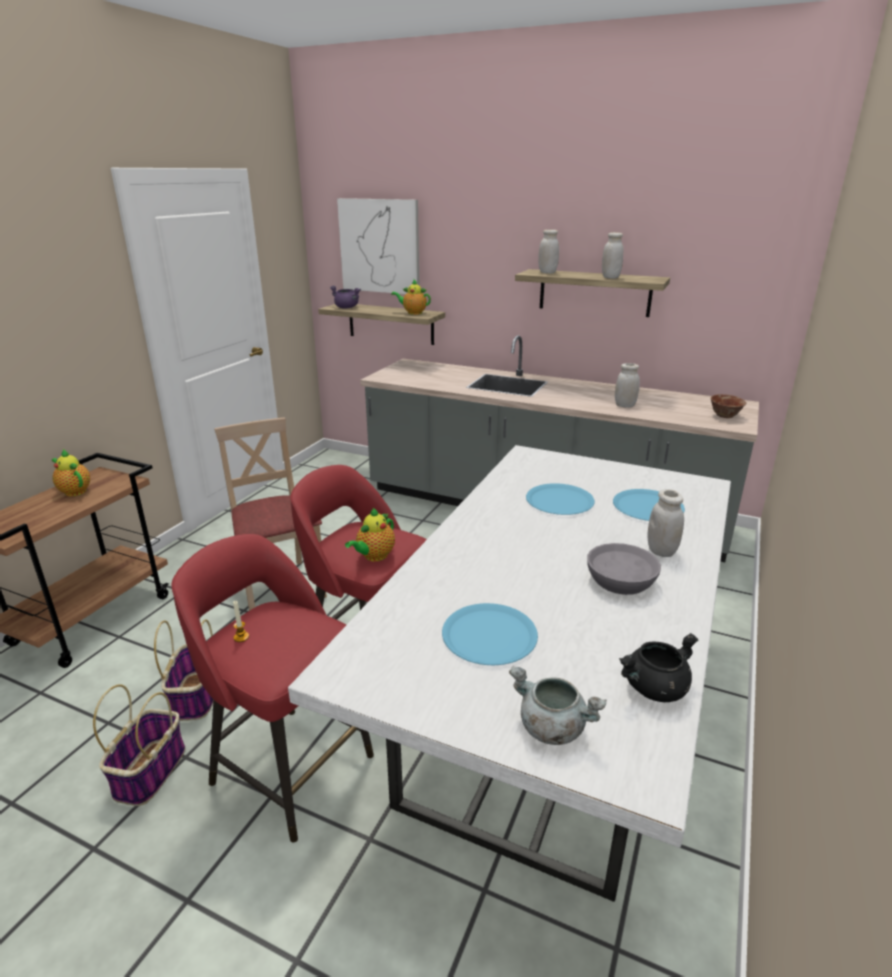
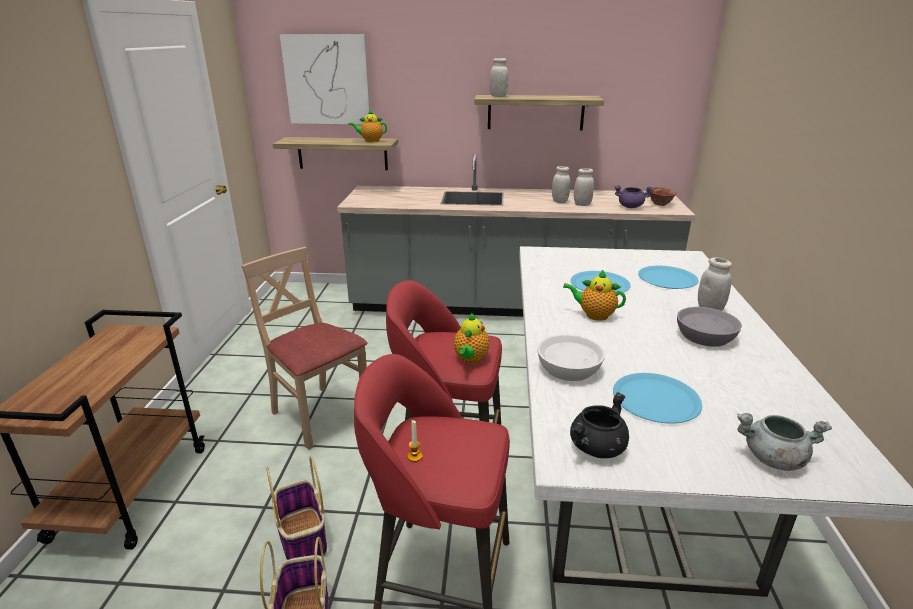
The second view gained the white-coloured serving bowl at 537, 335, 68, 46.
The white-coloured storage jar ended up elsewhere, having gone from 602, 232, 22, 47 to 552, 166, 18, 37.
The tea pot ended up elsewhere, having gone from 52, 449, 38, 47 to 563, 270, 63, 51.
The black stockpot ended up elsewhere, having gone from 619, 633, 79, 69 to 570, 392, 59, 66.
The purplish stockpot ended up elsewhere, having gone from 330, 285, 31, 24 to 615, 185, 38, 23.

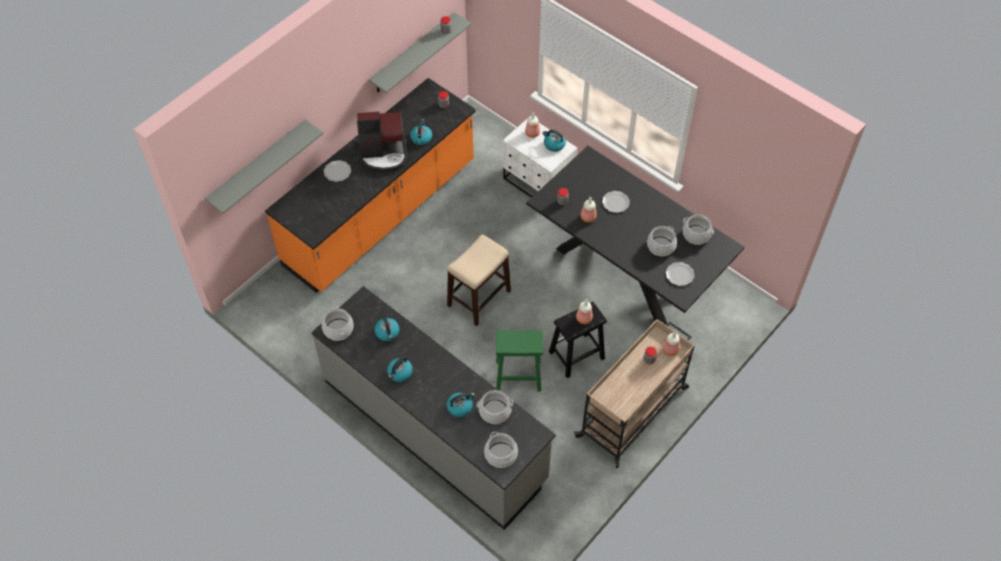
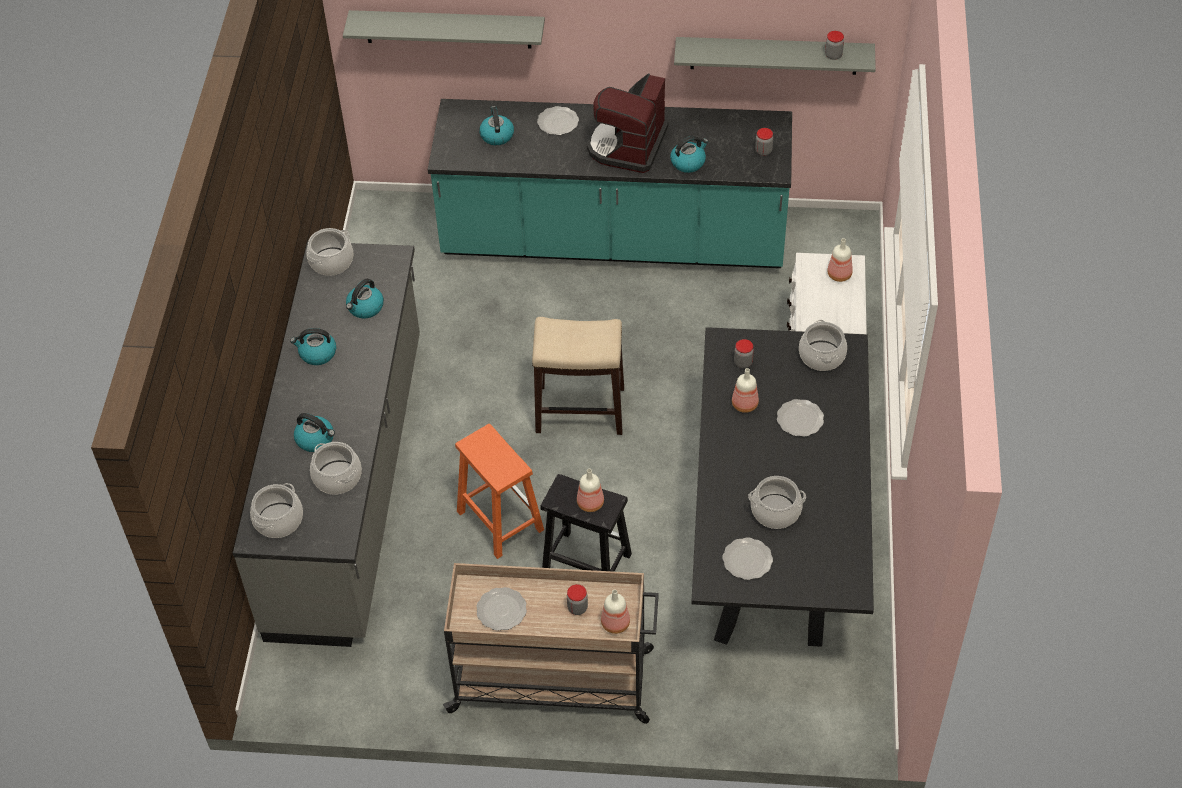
What was the orange-coloured counter at 265, 78, 211, 215 turned into the turquoise counter at 428, 99, 364, 169.
What was the greenish stool seat at 496, 330, 47, 61 turned into the orange-coloured stool seat at 455, 424, 89, 135.
The second view gained the dinner plate at 476, 587, 51, 44.
The water kettle ended up elsewhere, having gone from 542, 130, 24, 22 to 479, 106, 35, 39.
The coffee machine at 357, 112, 50, 60 ended up facing another way, 60 degrees clockwise from before.
The stockpot ended up elsewhere, having gone from 683, 214, 31, 31 to 799, 320, 48, 51.

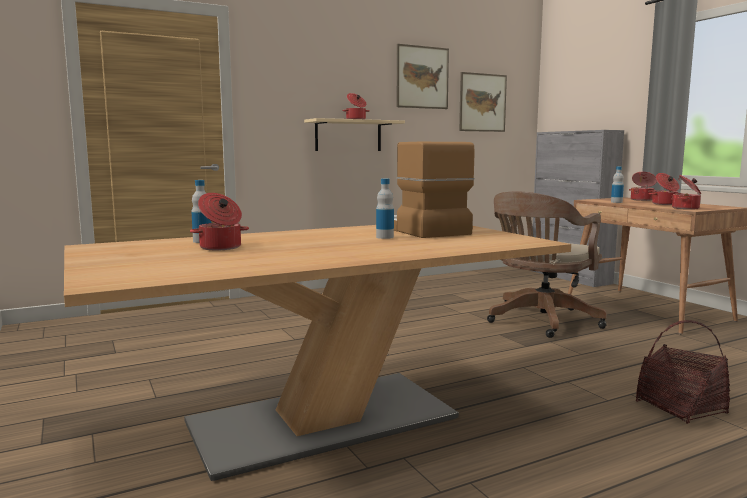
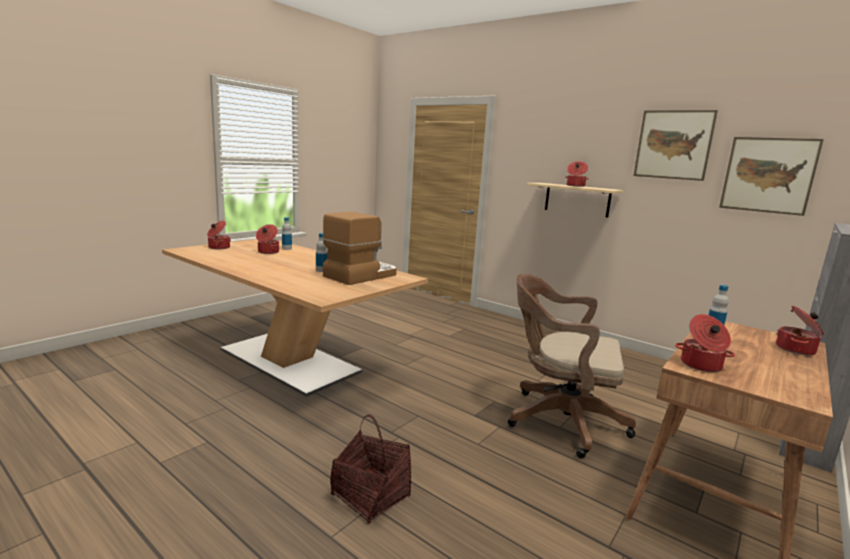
The stockpot ended up elsewhere, having gone from 648, 173, 34, 32 to 207, 221, 24, 28.

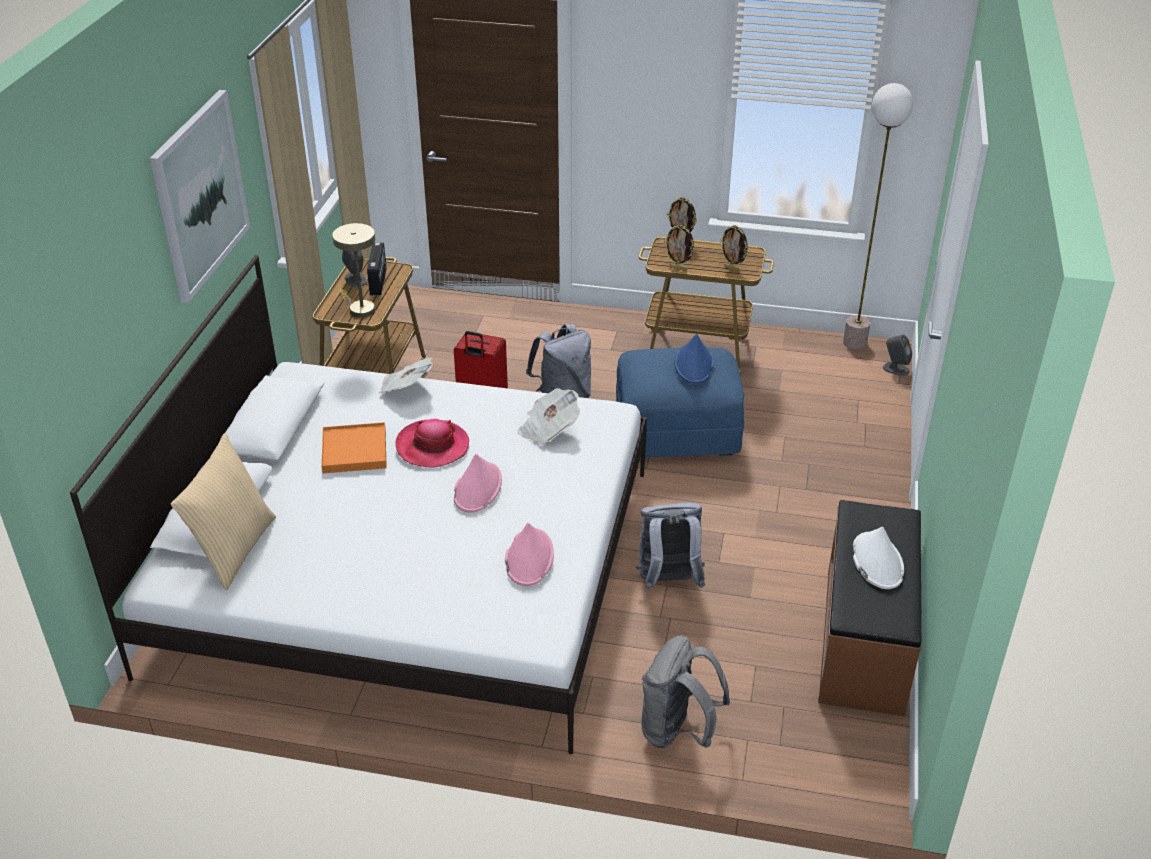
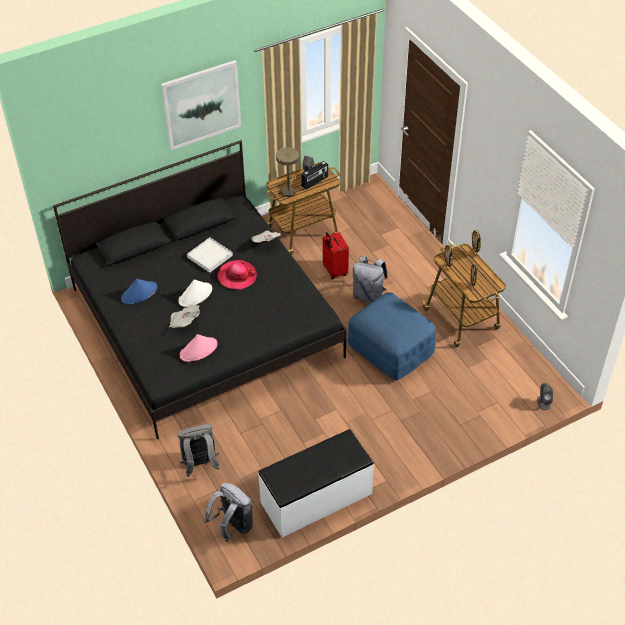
What was the white-coloured bed at 70, 255, 577, 499 turned into the black bed at 53, 140, 294, 299.
The blue-coloured hat ended up elsewhere, having gone from 674, 334, 40, 50 to 121, 279, 37, 26.
The newspaper ended up elsewhere, having gone from 517, 388, 63, 57 to 169, 305, 31, 23.
The white-coloured hat ended up elsewhere, having gone from 853, 527, 51, 62 to 178, 279, 34, 28.
What was the orange-coloured tray at 321, 422, 66, 51 turned into the white-coloured tray at 187, 237, 46, 36.
The gray backpack ended up elsewhere, having gone from 635, 503, 70, 88 to 205, 483, 48, 59.
What was the brown indoor bench at 818, 500, 103, 216 turned into the white-coloured indoor bench at 258, 429, 116, 108.
The second view lost the beige cushion at 171, 433, 105, 157.
The second view lost the pinkish hat at 454, 454, 48, 58.
The second view lost the floor lamp at 843, 83, 70, 267.

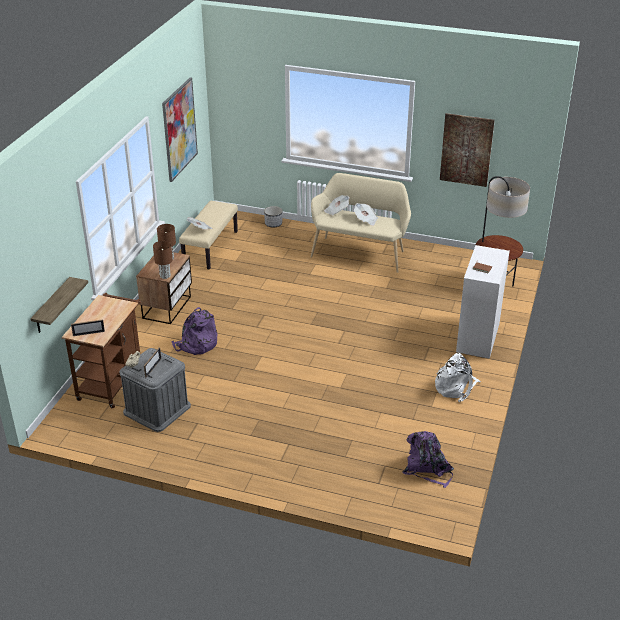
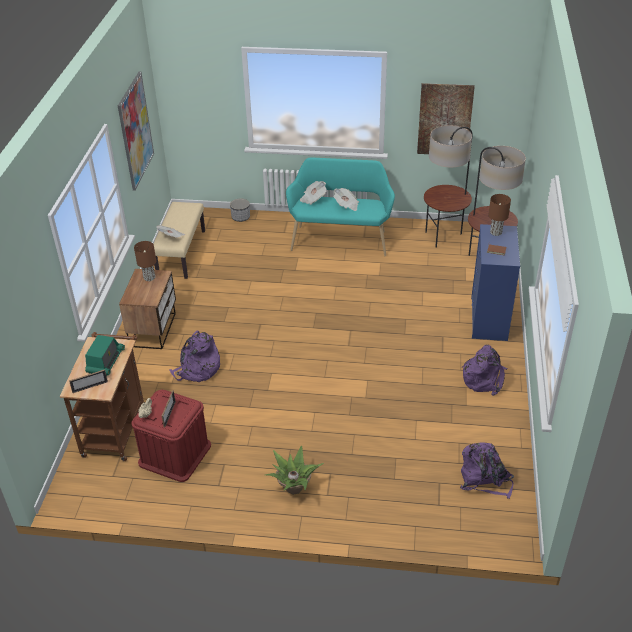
The second view gained the radio set at 85, 335, 40, 41.
What was the gray storage box at 120, 348, 71, 84 turned into the reddish storage box at 131, 390, 80, 92.
The second view gained the plant in a pot at 265, 446, 59, 49.
What was the beige indoor bench at 310, 173, 101, 100 turned into the turquoise indoor bench at 286, 158, 109, 98.
The second view gained the floor lamp at 424, 125, 49, 123.
What was the white-coloured backpack at 435, 353, 46, 49 turned into the purplish backpack at 462, 345, 46, 51.
What was the white-coloured dresser at 456, 245, 54, 114 turned into the blue-coloured dresser at 471, 224, 49, 117.
The brown tabletop lamp ended up elsewhere, having gone from 153, 241, 20, 38 to 488, 194, 23, 42.
The second view lost the wall shelf at 30, 277, 58, 56.

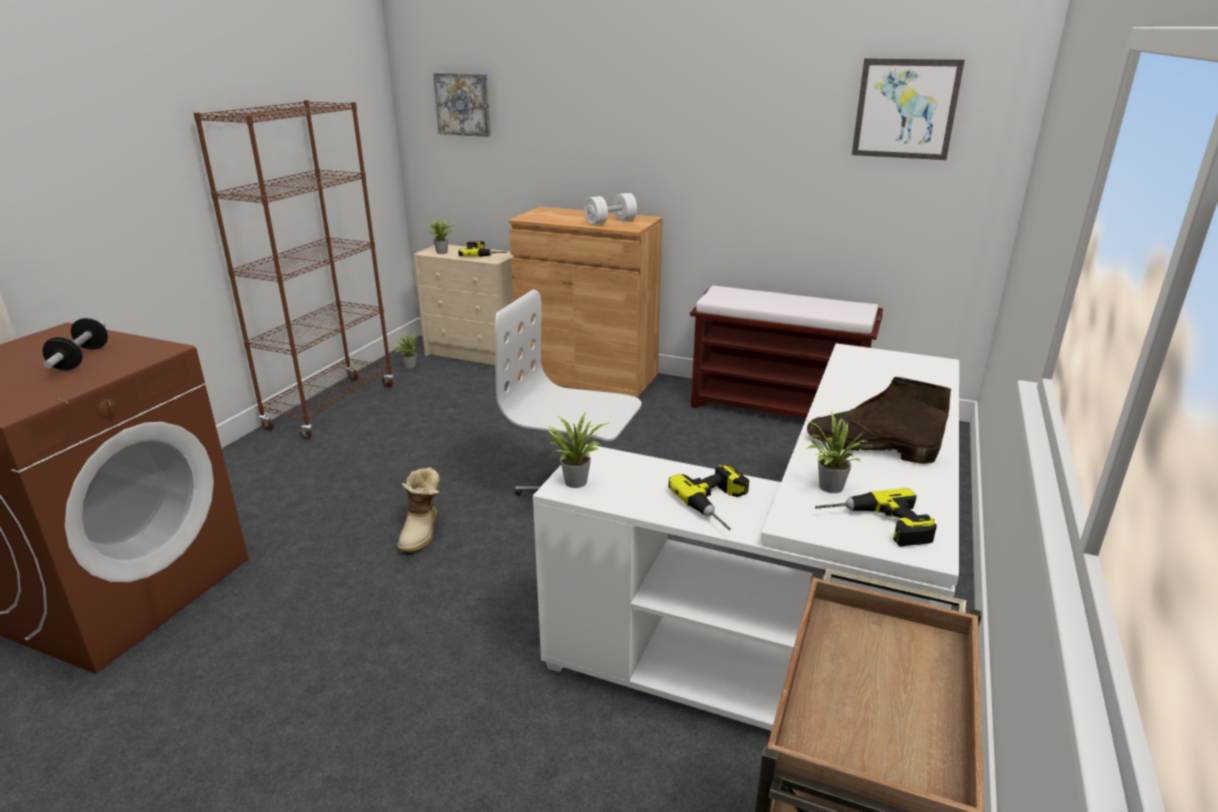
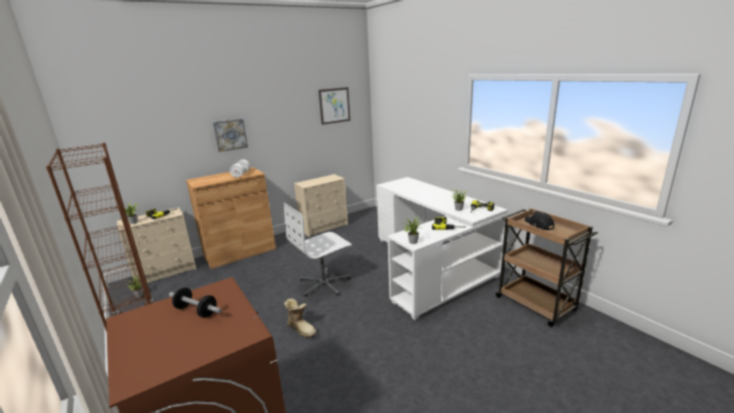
The wall picture ended up elsewhere, having gone from 433, 73, 58, 64 to 213, 118, 35, 34.
Where the brown indoor bench stood at 690, 286, 193, 133, the beige dresser came to stand at 294, 174, 54, 63.
The second view gained the black peaked cap at 525, 211, 29, 19.
The second view lost the brown high-top boot at 807, 377, 144, 87.

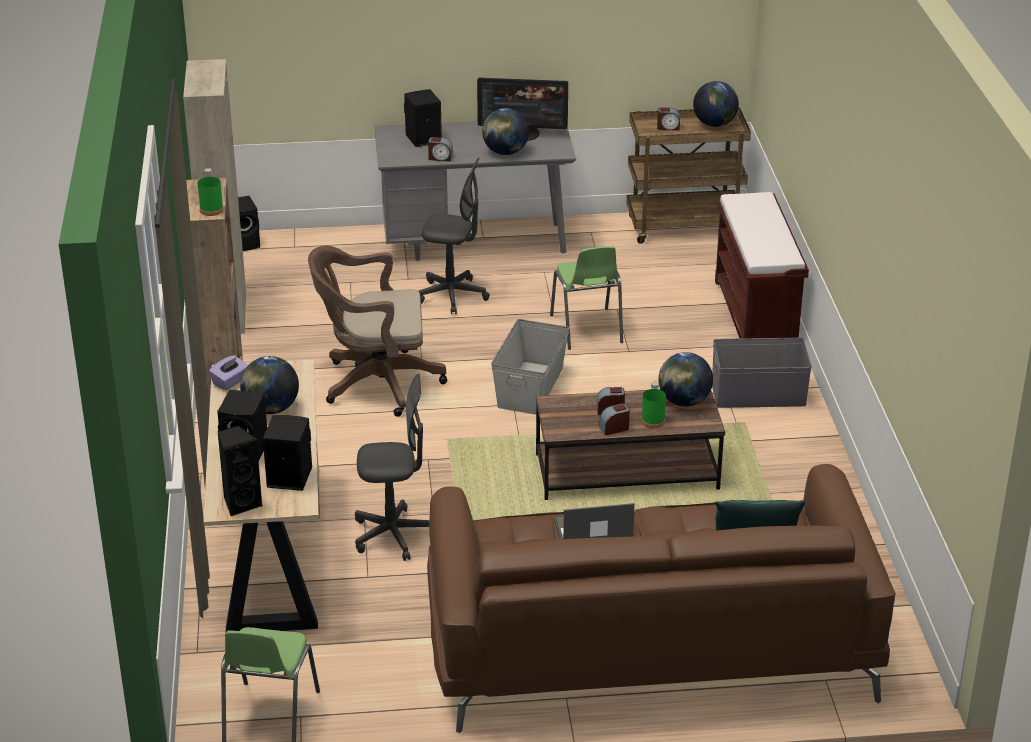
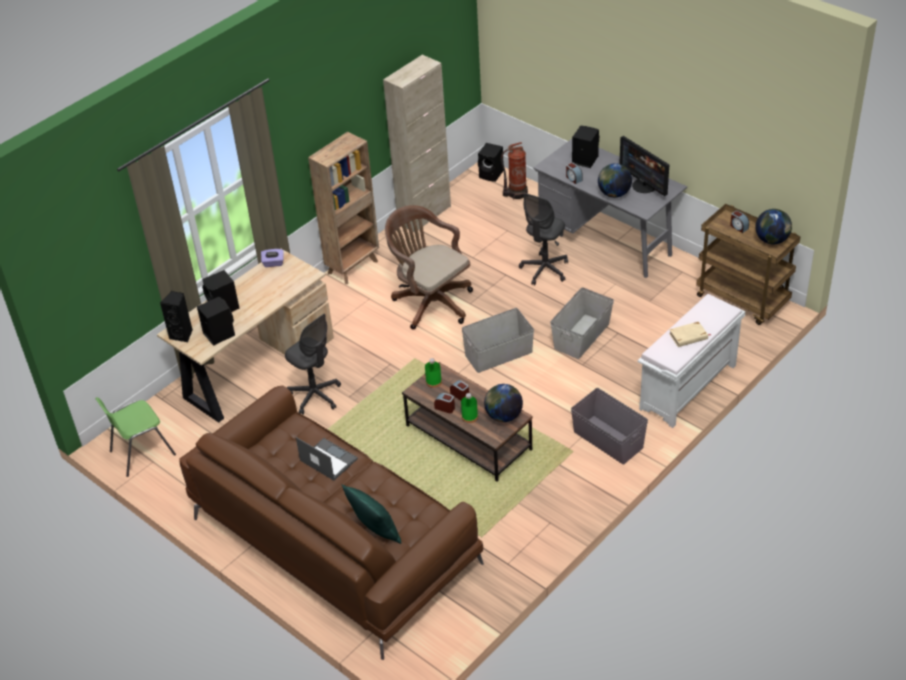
The greenish bottle ended up elsewhere, having gone from 197, 168, 27, 48 to 425, 358, 17, 30.
The second view gained the fire extinguisher at 501, 142, 27, 58.
The gray desk chair at 419, 157, 71, 157 ended up facing another way, 60 degrees clockwise from before.
Where the greenish chair stood at 550, 246, 73, 104, the gray storage box came to stand at 550, 287, 64, 72.
What was the brown indoor bench at 715, 192, 94, 147 turned into the white-coloured indoor bench at 638, 294, 107, 134.
The second view gained the beige volume at 669, 321, 41, 26.
The second view lost the world globe at 240, 356, 59, 58.

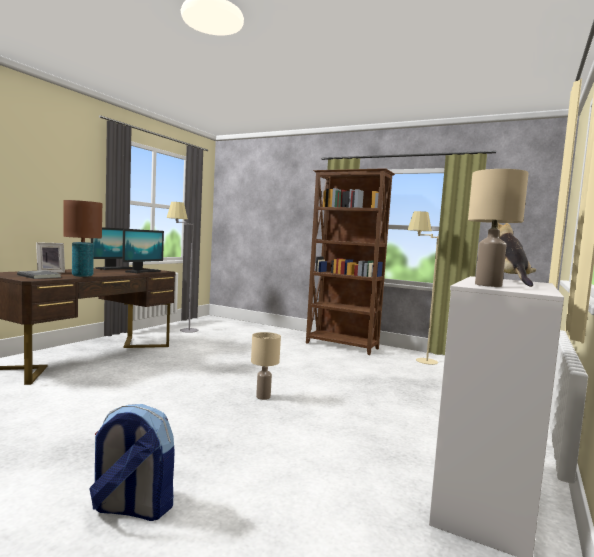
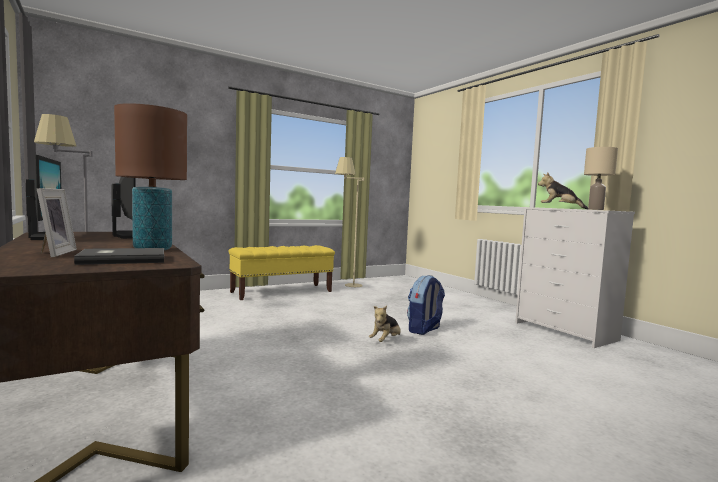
Where the brown bookshelf stood at 306, 168, 89, 187, the yellowish indoor bench came to stand at 229, 245, 106, 55.
Where the beige tabletop lamp stood at 251, 332, 30, 68, the plush toy came to stand at 369, 306, 32, 36.
The backpack ended up elsewhere, having gone from 90, 404, 85, 117 to 407, 275, 38, 60.

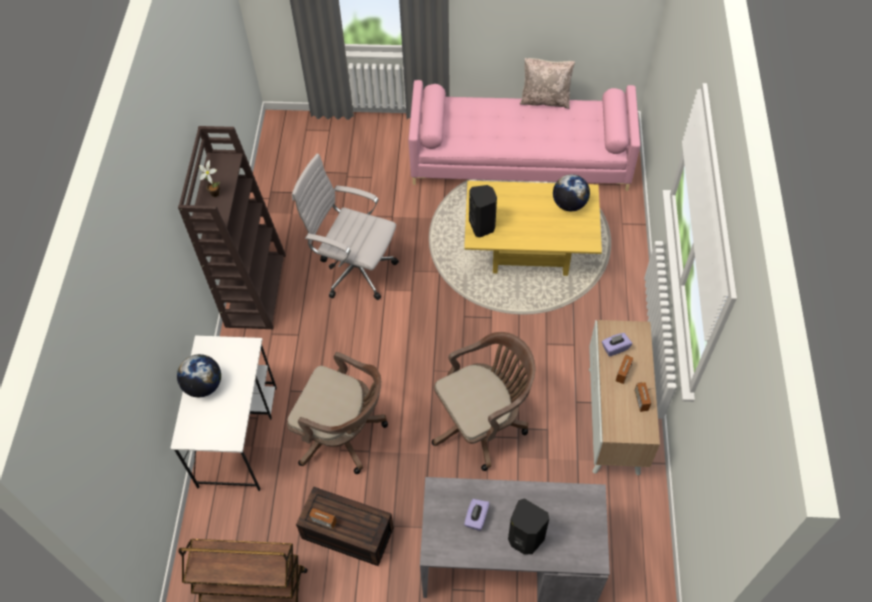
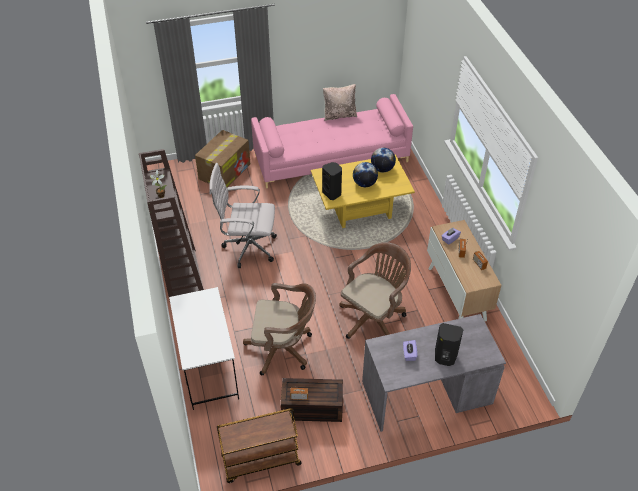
The second view gained the cardboard box at 195, 130, 55, 57.
The world globe ended up elsewhere, having gone from 177, 354, 44, 43 to 353, 162, 25, 25.

